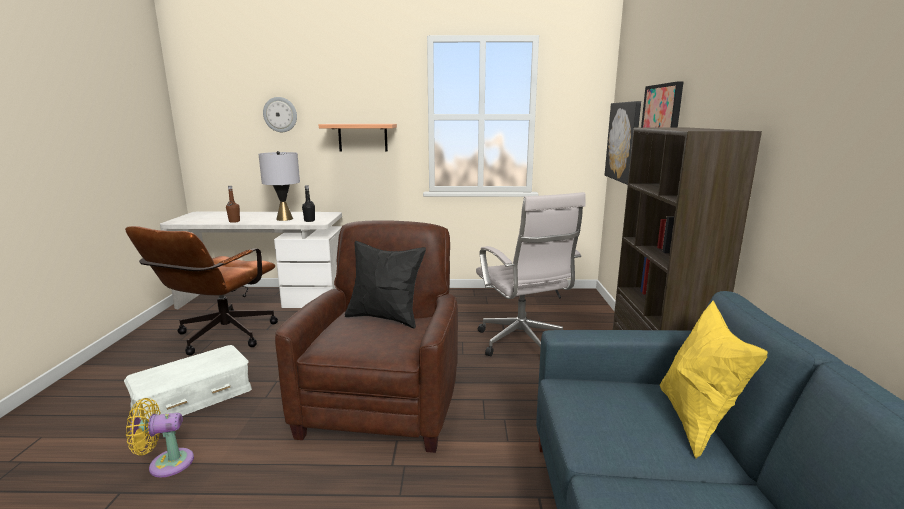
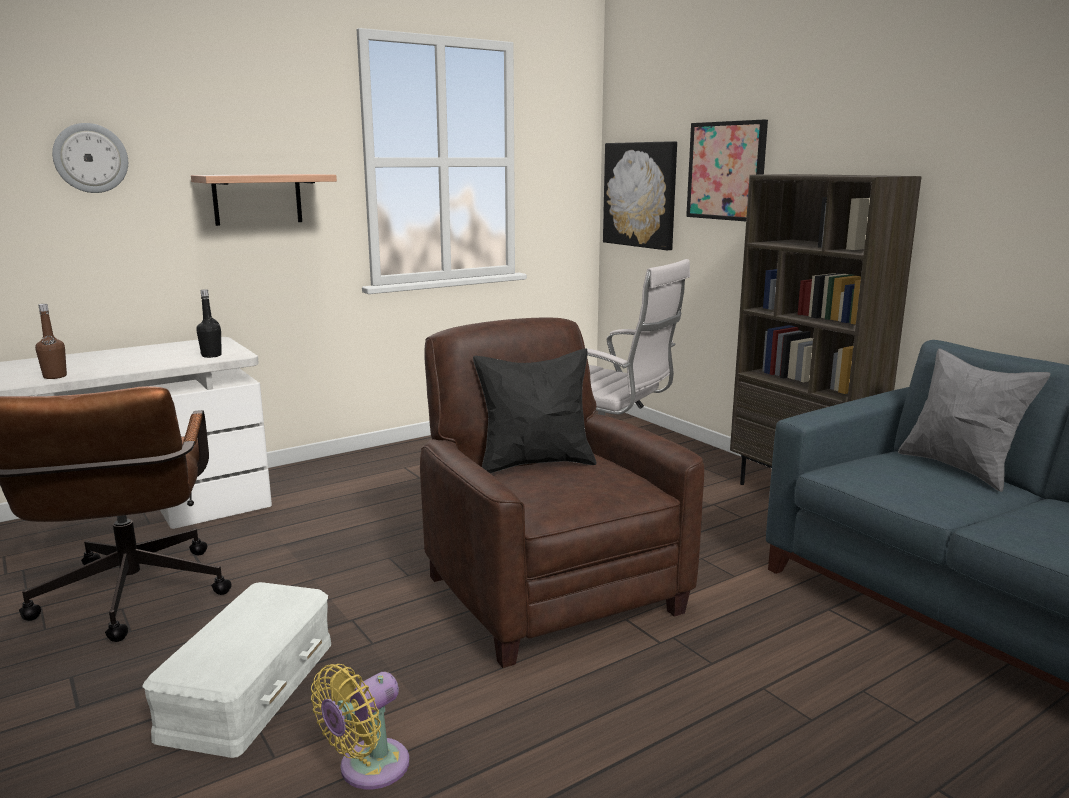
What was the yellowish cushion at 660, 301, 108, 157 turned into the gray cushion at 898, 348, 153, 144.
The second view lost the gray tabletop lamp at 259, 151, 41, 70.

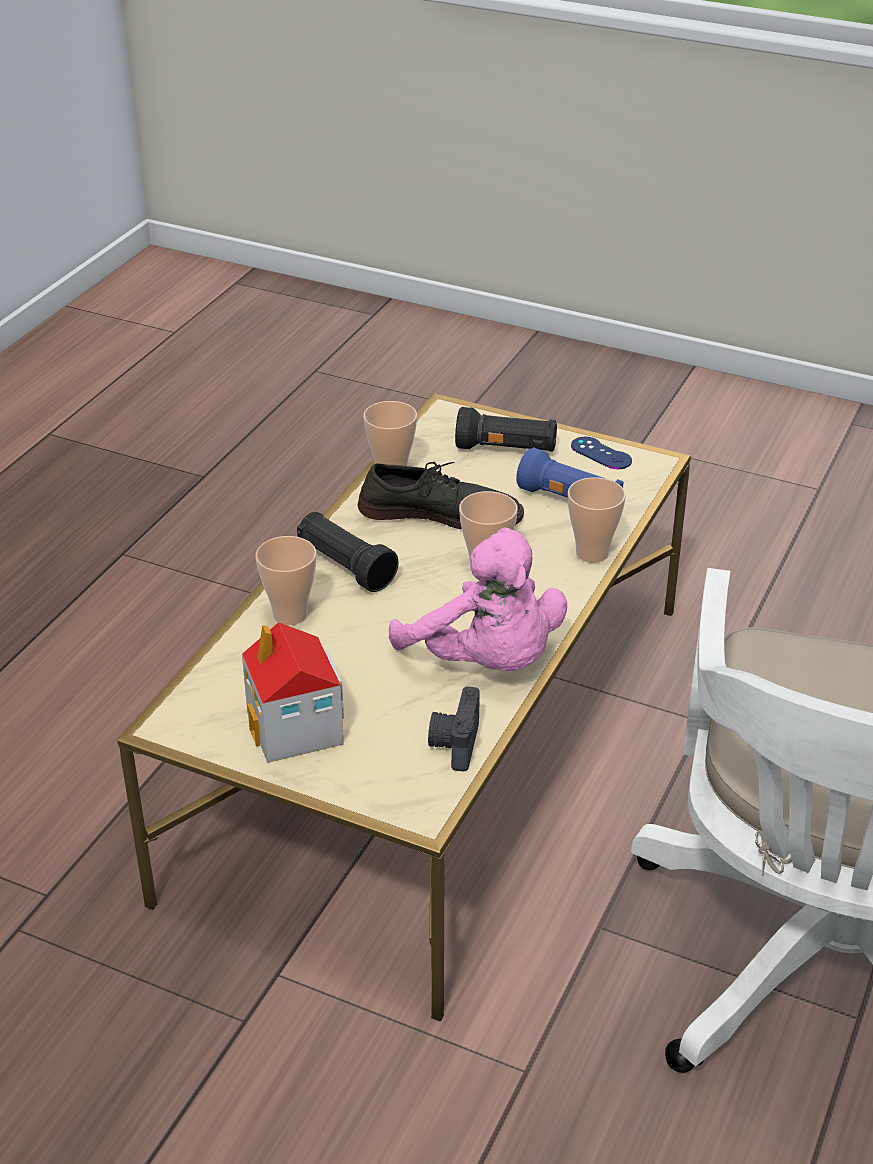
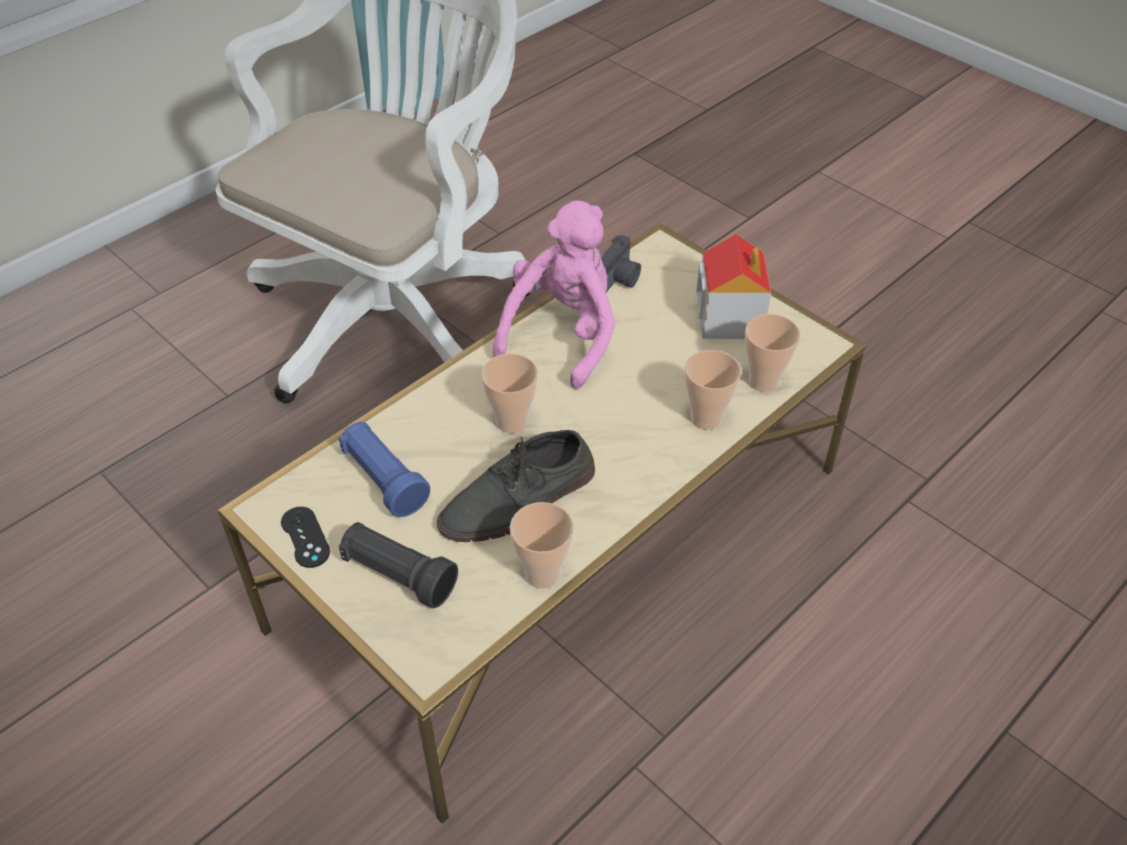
What was the blue-coloured gamepad at 571, 437, 61, 32 turned into the black gamepad at 281, 507, 49, 61.
The gray low shoe at 358, 462, 166, 67 ended up facing another way, 60 degrees counterclockwise from before.
The pinkish plush toy at 389, 528, 178, 143 ended up facing another way, 45 degrees clockwise from before.
The drinking cup ended up elsewhere, having gone from 568, 477, 58, 86 to 745, 314, 55, 78.
The second view lost the black flashlight at 297, 512, 102, 80.

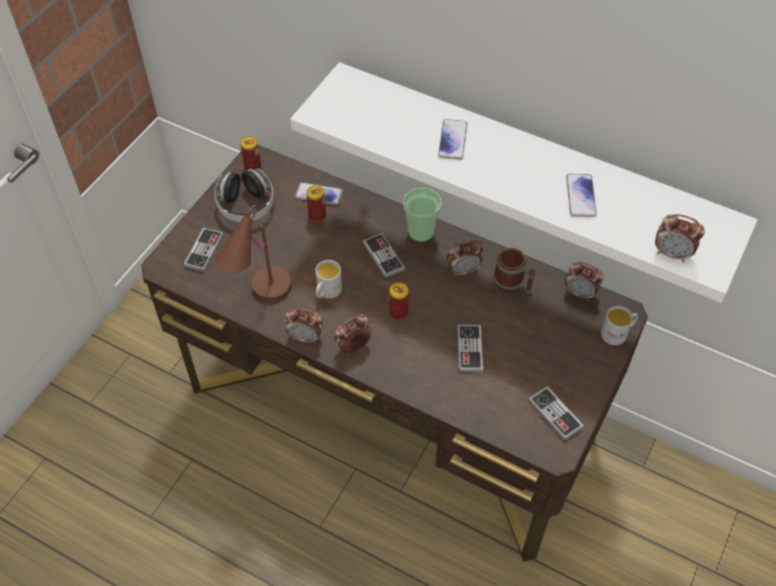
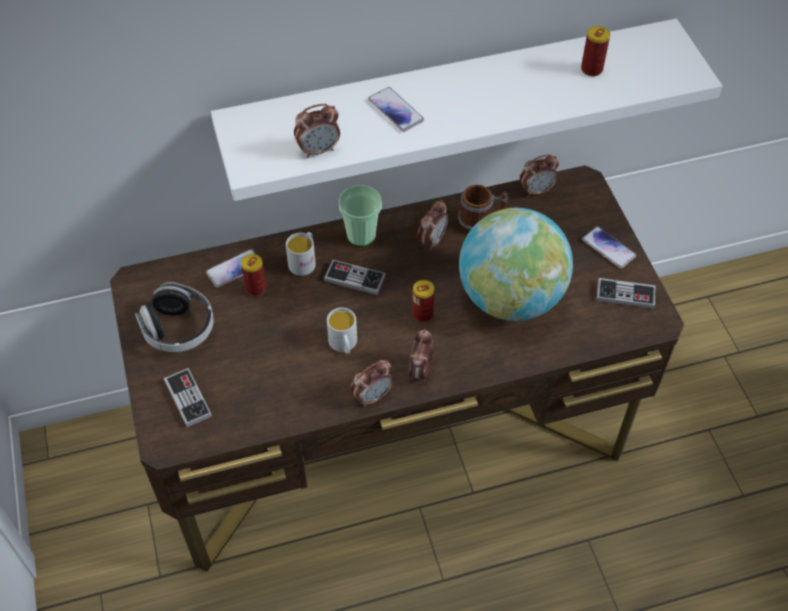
The white-coloured mug ended up elsewhere, having gone from 601, 306, 37, 39 to 286, 232, 30, 44.
The bedside clock ended up elsewhere, having gone from 655, 214, 50, 48 to 294, 104, 46, 54.
Where the gamepad stood at 458, 325, 25, 47, the world globe came to stand at 459, 208, 114, 113.
The metal can ended up elsewhere, having gone from 240, 136, 21, 35 to 581, 26, 29, 51.
The telephone ended up elsewhere, having gone from 566, 174, 31, 43 to 582, 226, 54, 43.
The second view lost the brown tabletop lamp at 216, 205, 76, 97.

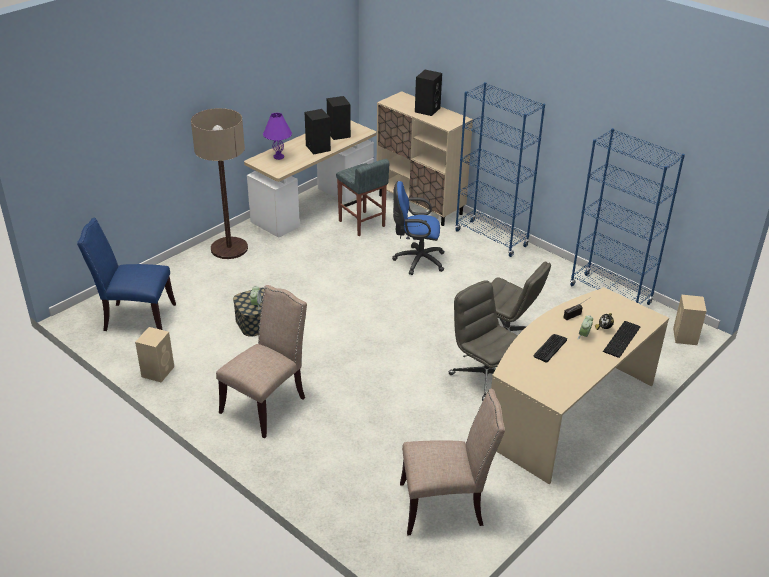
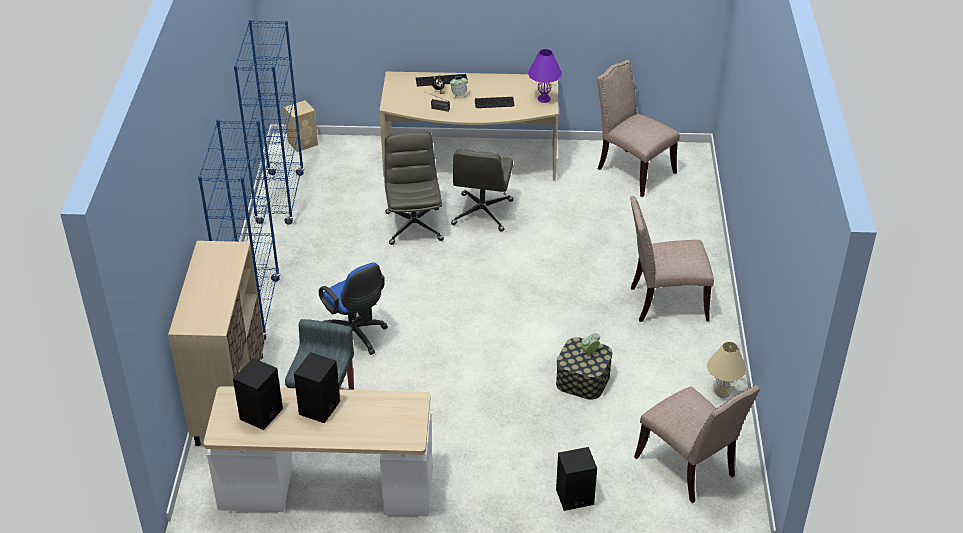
The purplish tabletop lamp ended up elsewhere, having gone from 263, 113, 29, 47 to 528, 49, 34, 54.
The black audio speaker ended up elsewhere, having gone from 415, 70, 27, 46 to 556, 447, 41, 64.
What was the blue-coloured chair at 77, 218, 99, 113 turned into the beige chair at 634, 385, 126, 118.
Where the beige audio speaker stood at 135, 327, 39, 56, the beige tabletop lamp came to stand at 707, 342, 40, 56.
The second view lost the floor lamp at 191, 108, 57, 151.

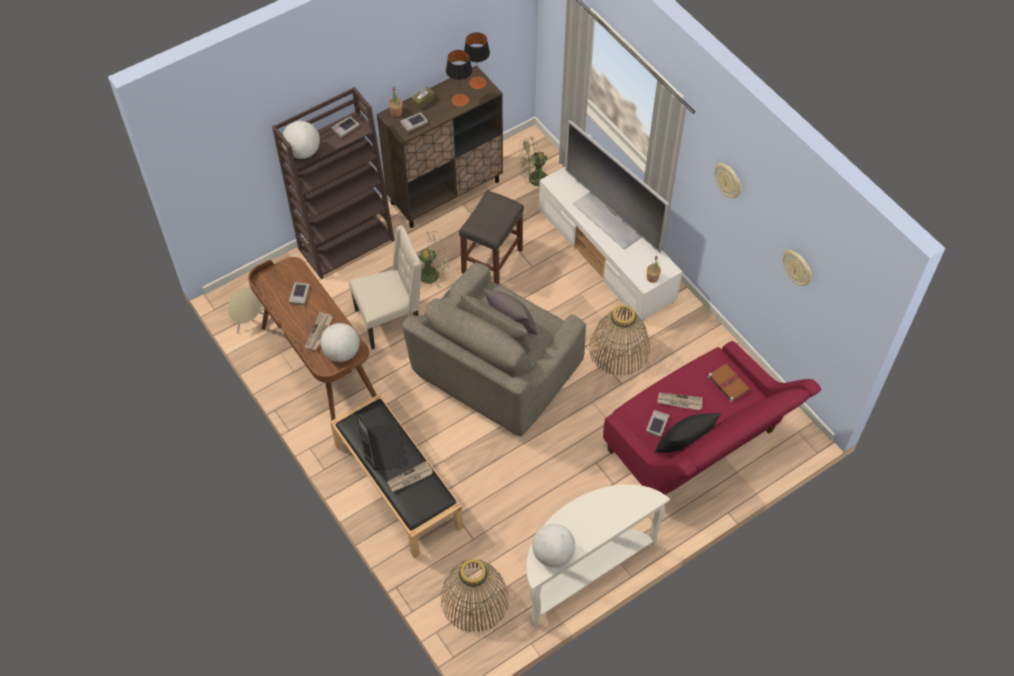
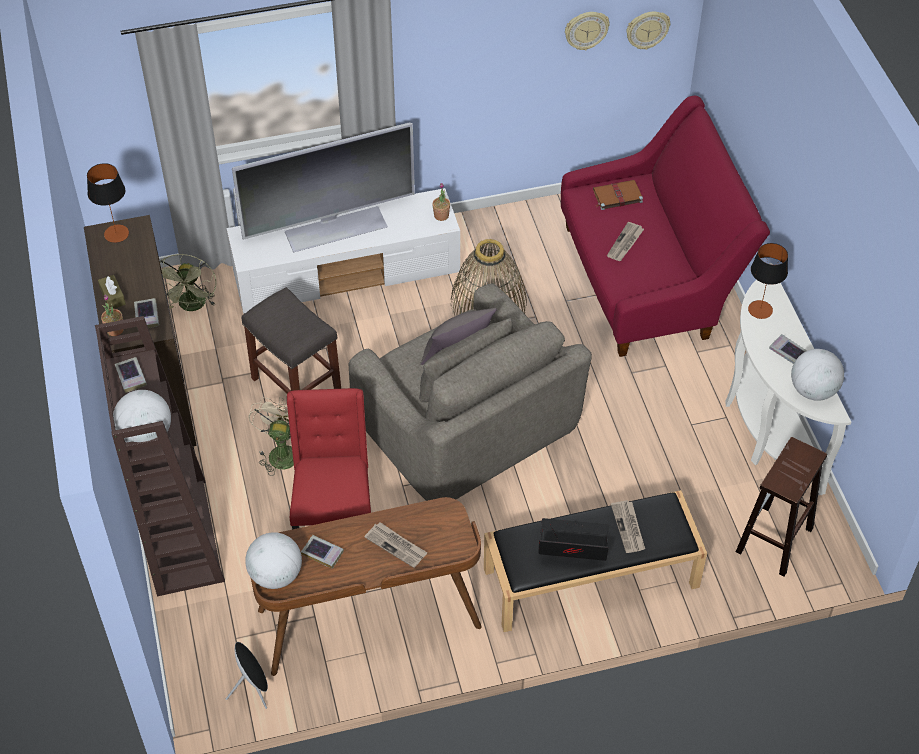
What was the beige audio speaker at 228, 288, 36, 45 turned into the black audio speaker at 226, 642, 42, 67.
The world globe ended up elsewhere, having gone from 320, 323, 40, 39 to 245, 532, 57, 57.
What was the beige chair at 349, 225, 73, 124 turned into the reddish chair at 287, 388, 84, 141.
The hanging clock ended up elsewhere, having gone from 714, 163, 28, 35 to 626, 12, 44, 38.
Where the basket stood at 440, 559, 69, 73, the brown stool seat came to stand at 736, 437, 91, 140.
The tabletop lamp ended up elsewhere, having gone from 446, 50, 26, 57 to 748, 243, 40, 76.
The volume ended up elsewhere, having gone from 646, 410, 23, 28 to 769, 334, 38, 30.
The second view lost the black cushion at 655, 413, 66, 40.

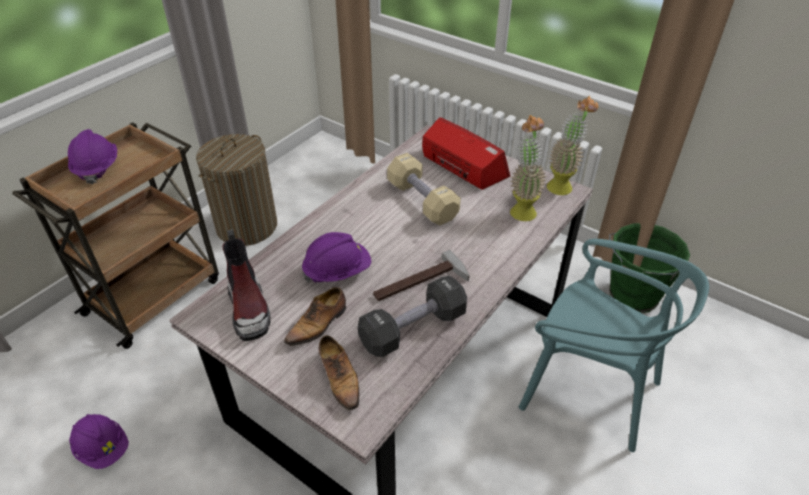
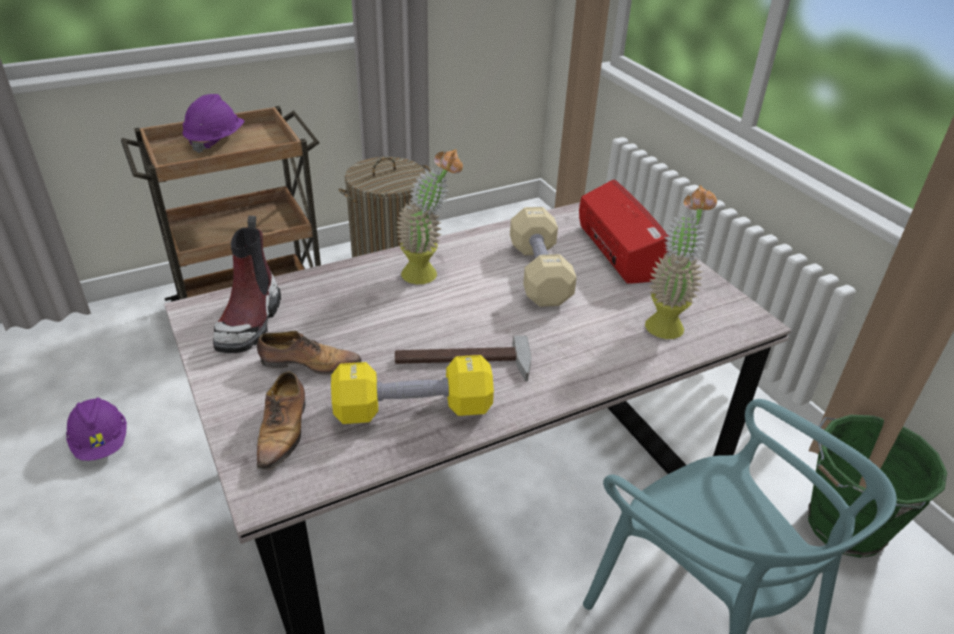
The low shoe at 284, 287, 62, 59 ended up facing another way, 150 degrees counterclockwise from before.
What was the black free weight at 358, 276, 109, 81 turned into the yellowish free weight at 331, 355, 163, 69.
The plant in a pot ended up elsewhere, having gone from 547, 96, 51, 99 to 396, 149, 67, 135.
The second view lost the purplish safety helmet at 302, 232, 69, 51.

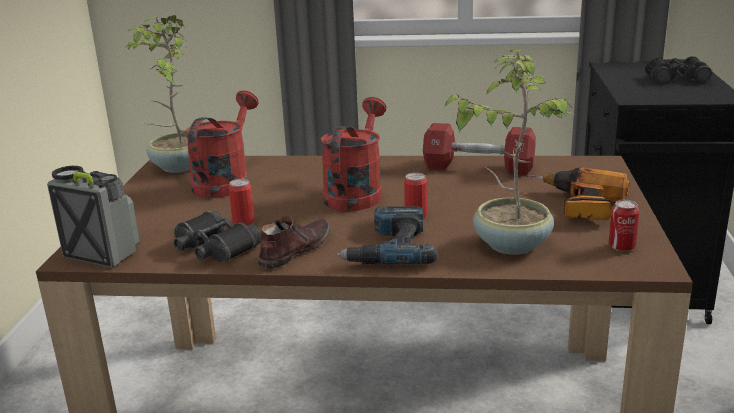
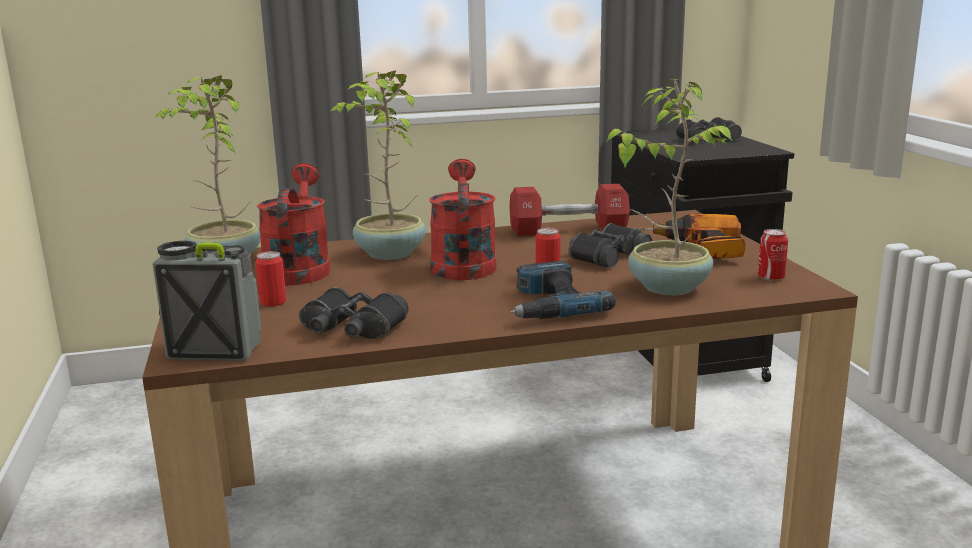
The metal can ended up elsewhere, having gone from 229, 179, 26, 46 to 255, 251, 31, 55.
The second view gained the plant in a pot at 329, 70, 97, 190.
The second view gained the black field glasses at 568, 223, 84, 45.
The second view lost the brown low shoe at 258, 216, 73, 53.

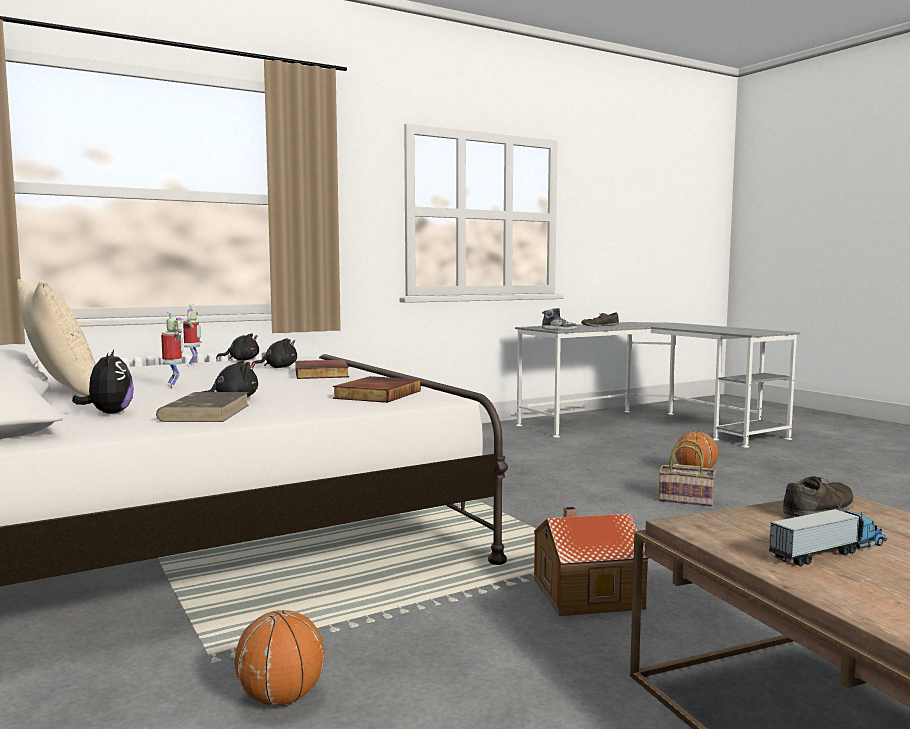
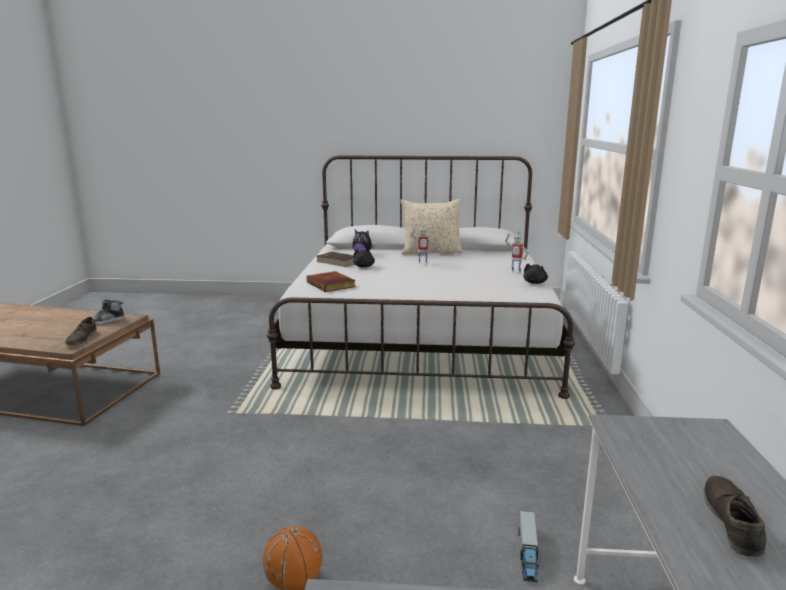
The low shoe ended up elsewhere, having gone from 542, 308, 35, 22 to 92, 299, 33, 26.
The model truck ended up elsewhere, having gone from 769, 505, 118, 61 to 519, 510, 20, 72.
The second view lost the ball for basketball at 235, 610, 90, 96.
The second view lost the black plush toy at 252, 338, 45, 30.
The second view lost the volume at 295, 360, 54, 19.
The second view lost the miniature house at 534, 507, 115, 109.
The second view lost the basket at 659, 439, 56, 67.

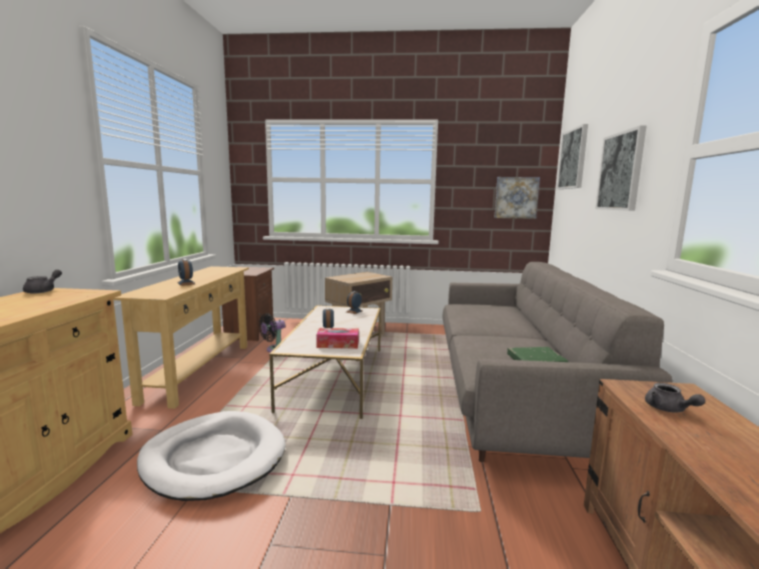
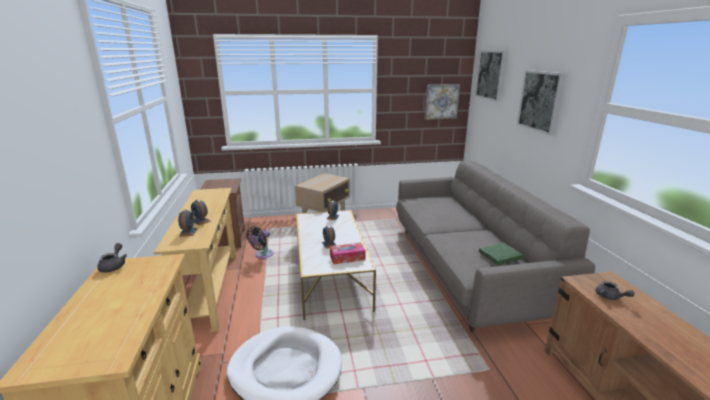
The second view gained the bedside clock at 178, 210, 19, 27.

